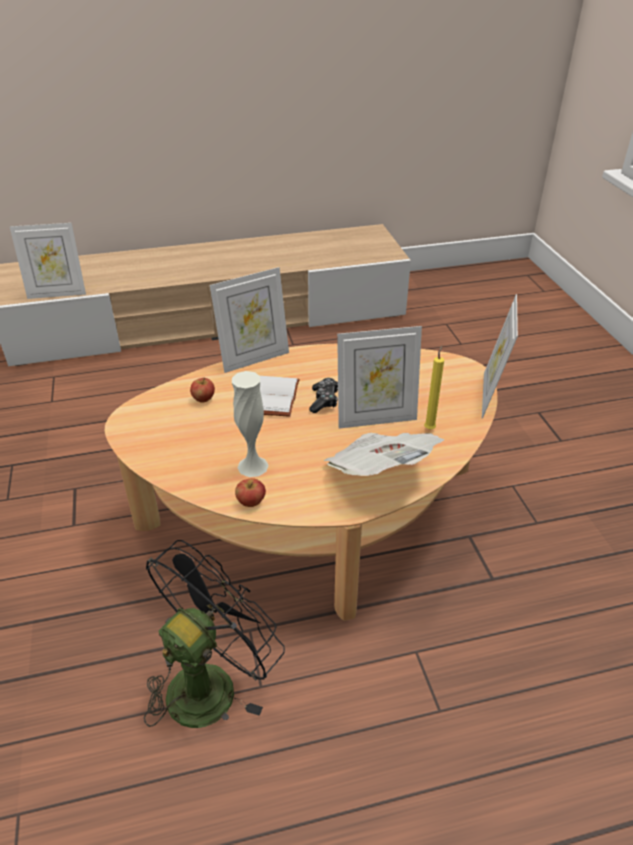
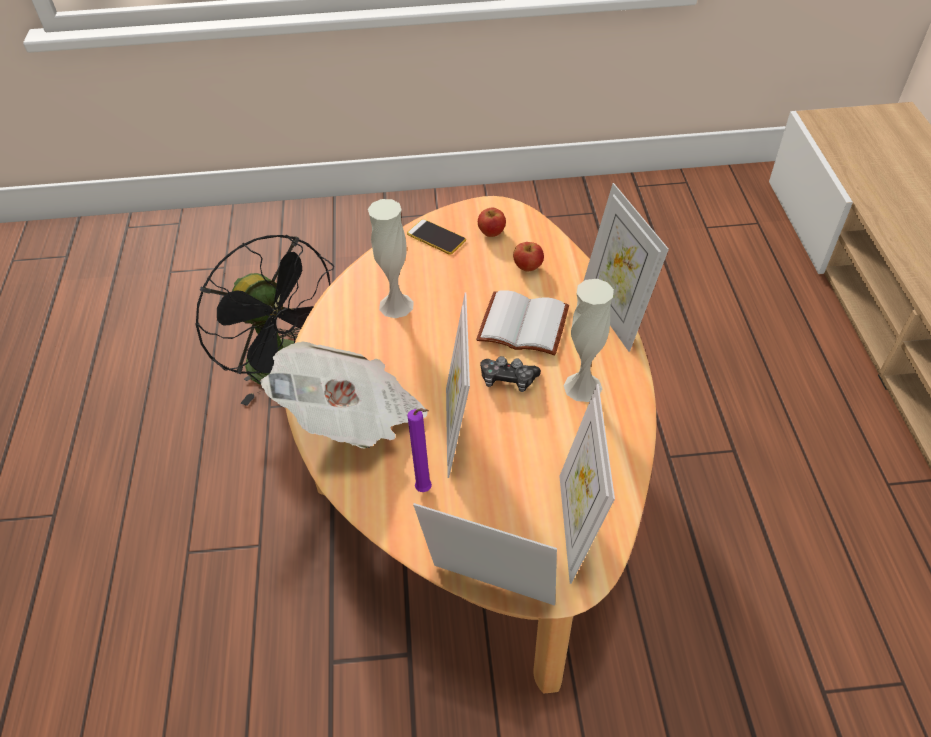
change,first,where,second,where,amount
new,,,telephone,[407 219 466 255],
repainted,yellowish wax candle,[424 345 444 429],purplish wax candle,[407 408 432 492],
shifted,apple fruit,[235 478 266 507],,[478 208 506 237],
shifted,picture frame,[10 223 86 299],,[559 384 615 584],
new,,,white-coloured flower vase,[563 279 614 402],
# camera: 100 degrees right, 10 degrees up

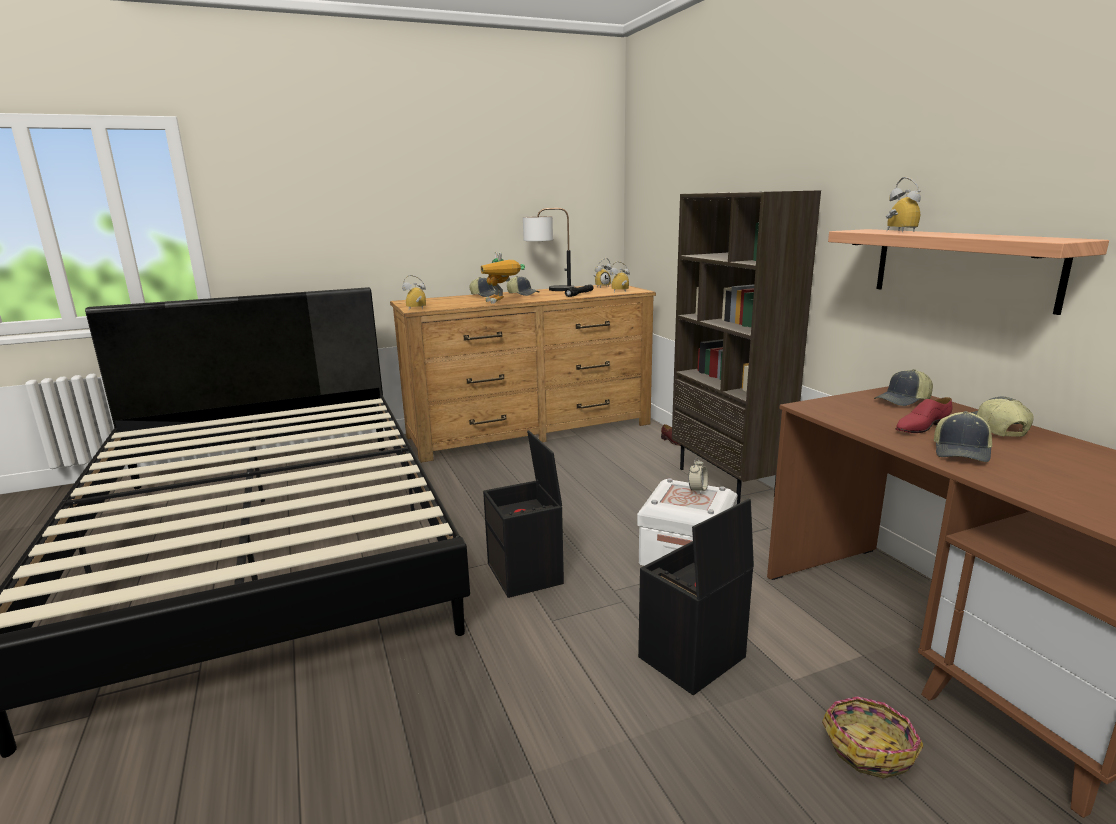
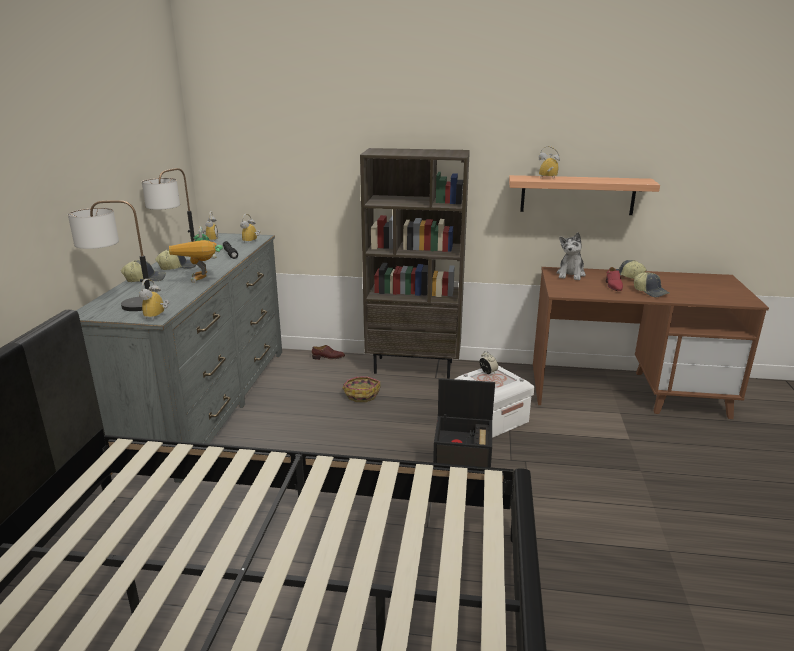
change,first,where,second,where,amount
new,,,tabletop lamp,[68 200 150 311],
repainted,brown dresser,[390 284 656 463],gray dresser,[76 233 282 483],
rotated,robot figure,[481 252 525 304],,[169 226 223 283],75 degrees clockwise
shifted,storage basket,[822 696 923 779],,[342 377 380 402],
swapped,baseball cap,[874 369 933 406],plush toy,[557 232 586 280],
gone,black-coloured storage bin,[638 499 754 695],,,
# camera: 60 degrees left, 5 degrees up

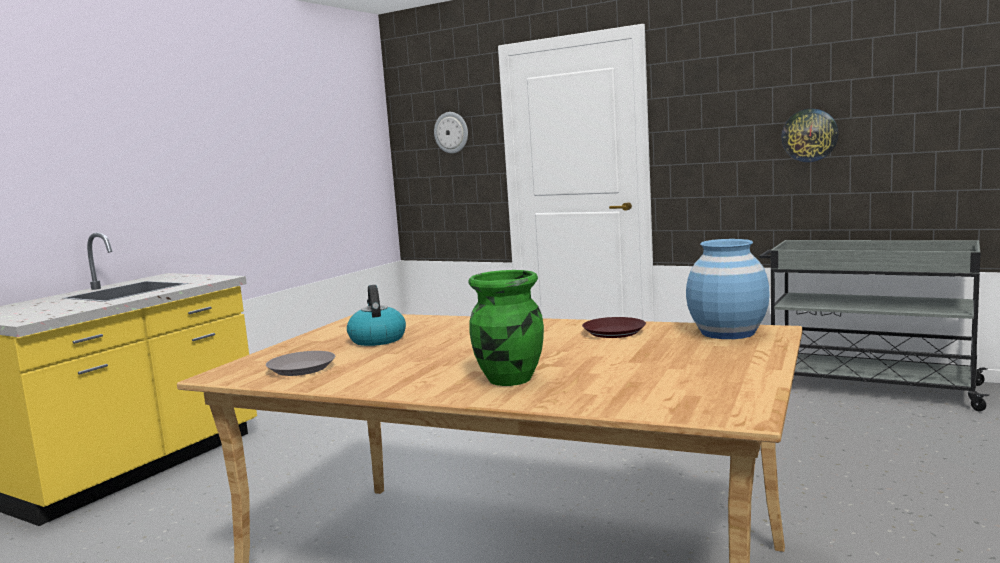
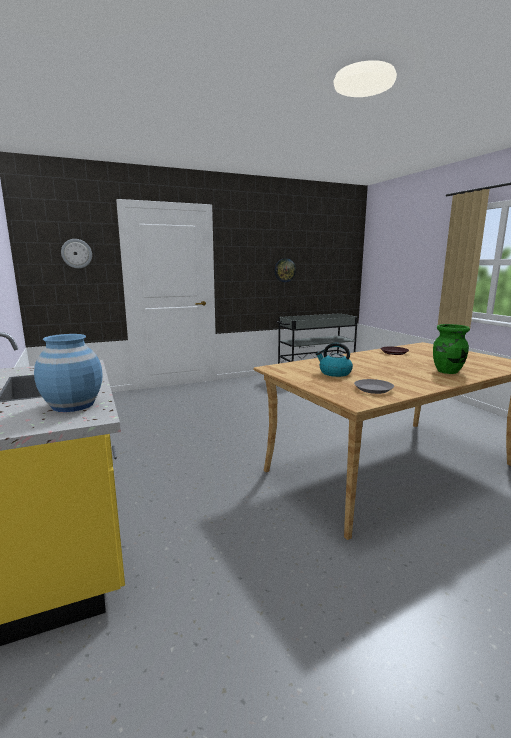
change,first,where,second,where,amount
shifted,bluish flower vase,[686 239 770 339],,[34 334 103 412],
# camera: 55 degrees left, 5 degrees up

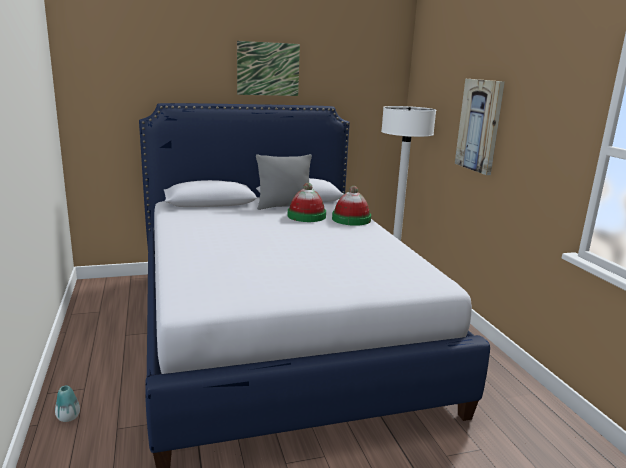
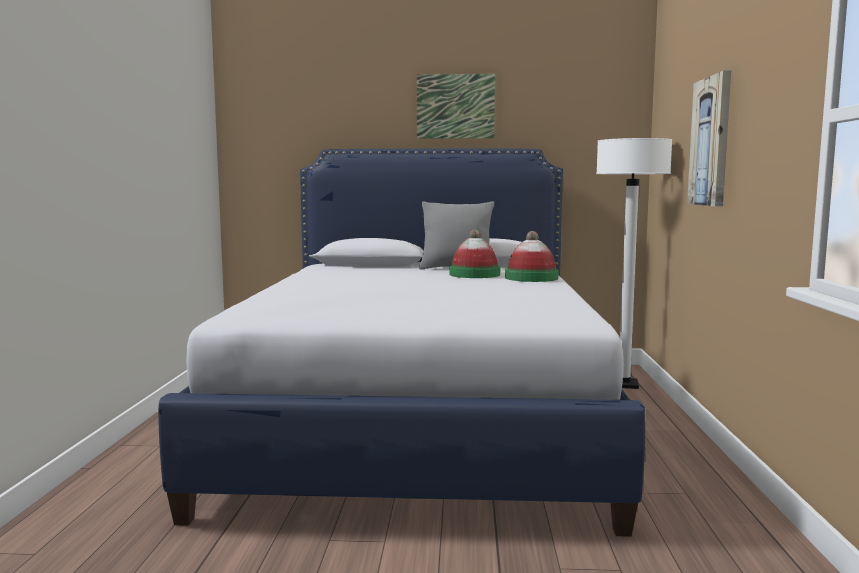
change,first,where,second,where,amount
gone,flower vase,[55 385 80 422],,,
# camera: 20 degrees right, 10 degrees down

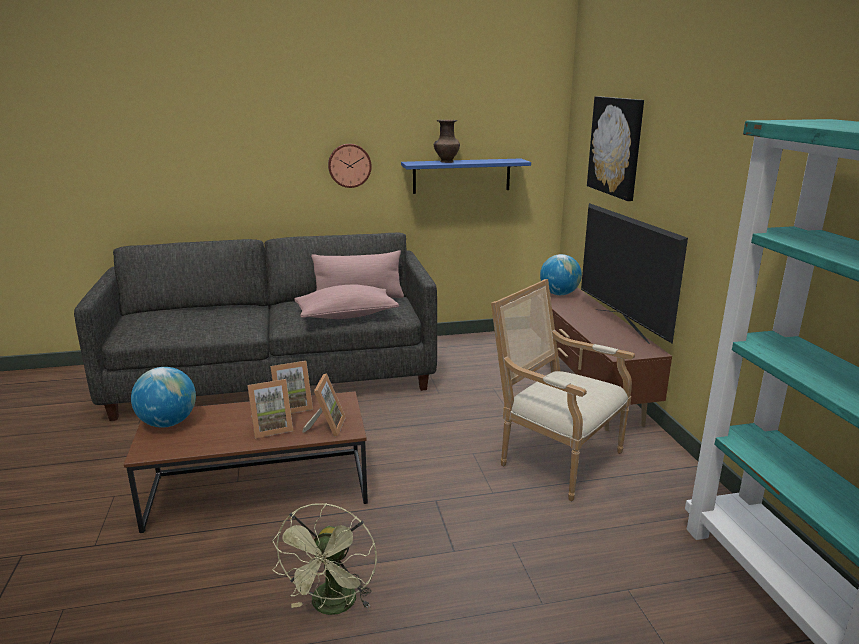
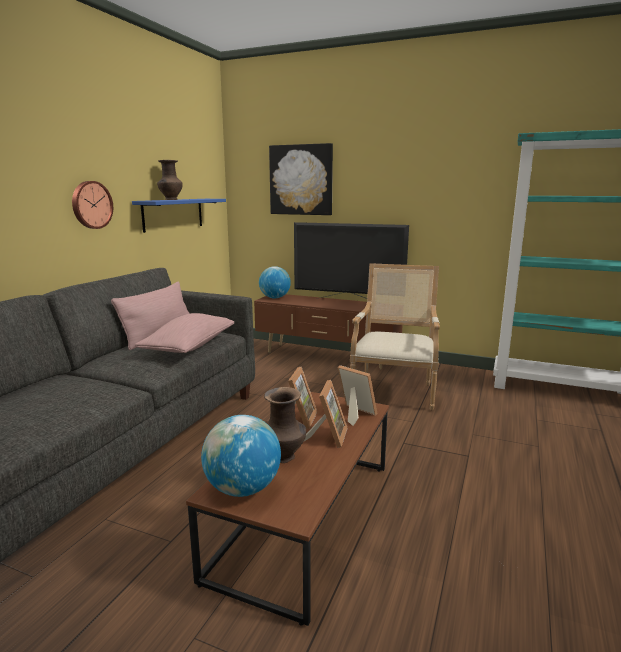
change,first,where,second,where,amount
new,,,brown flower vase,[264 387 306 463],
rotated,armchair,[491 279 635 501],,[350 263 440 411],120 degrees clockwise
gone,green cooling fan,[272 503 377 615],,,
# camera: 55 degrees left, 5 degrees down

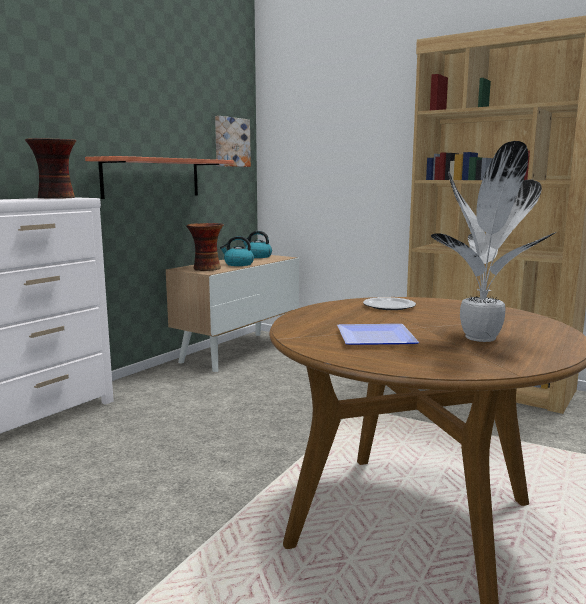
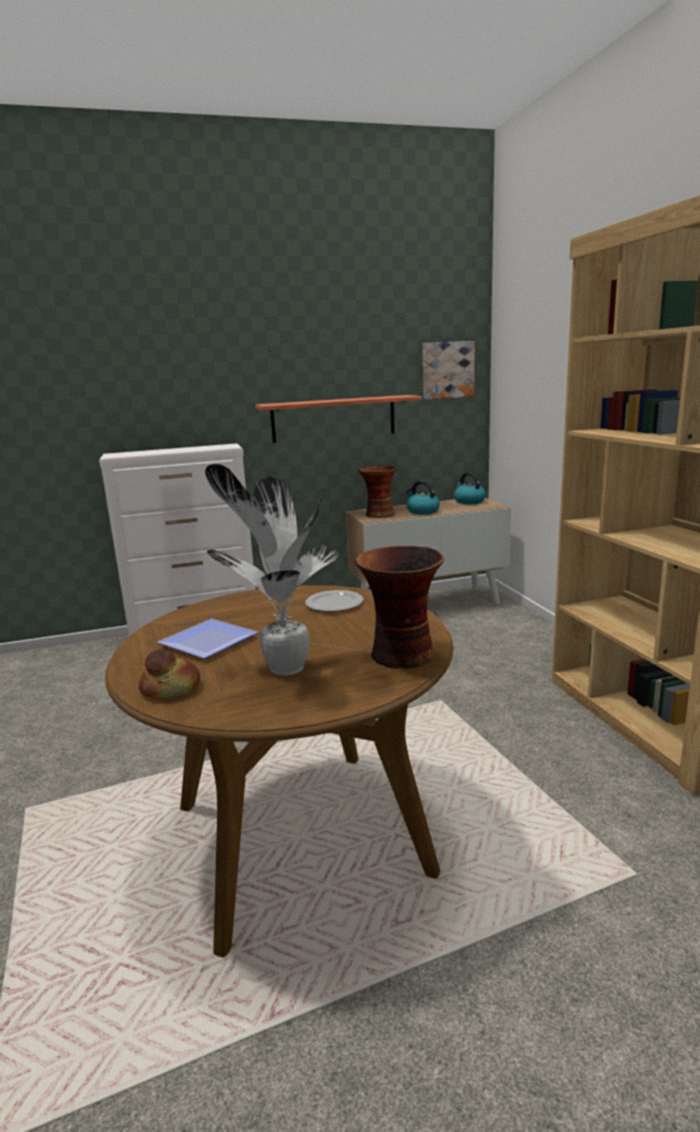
change,first,where,second,where,amount
new,,,bakery bread,[139 649 200 699],
shifted,flower vase,[25 138 76 199],,[355 546 444 669],
# camera: 40 degrees right, 5 degrees up

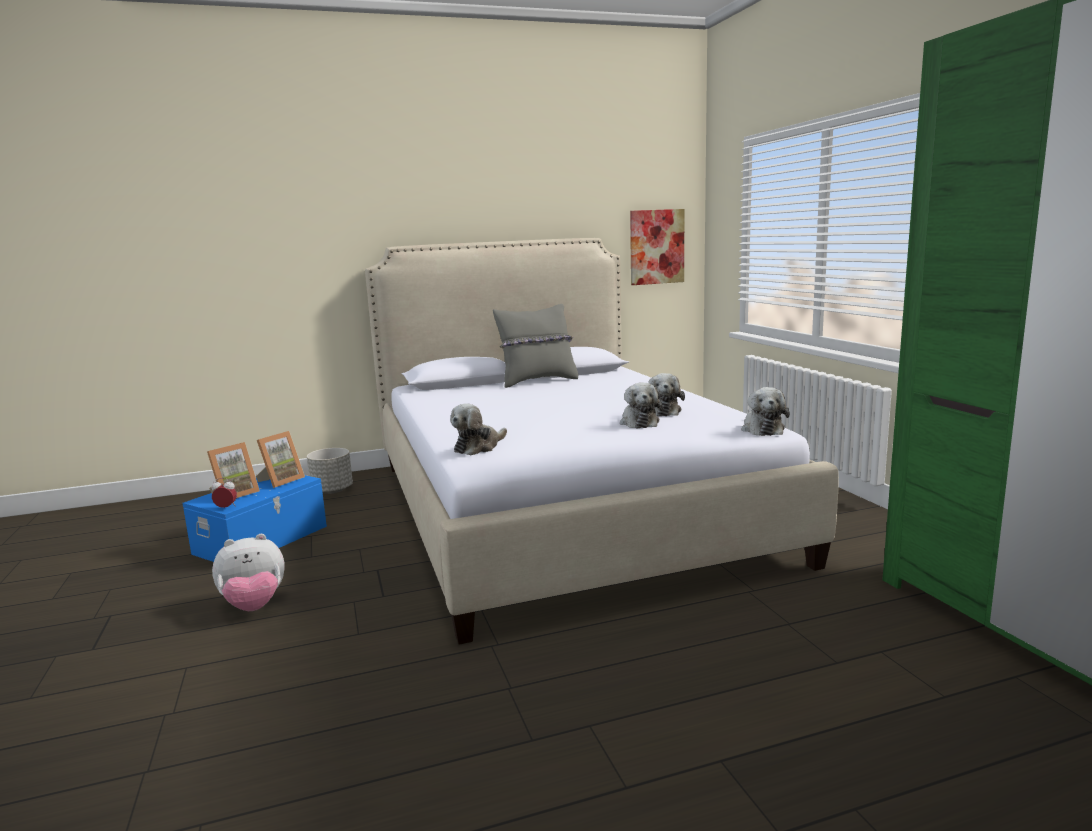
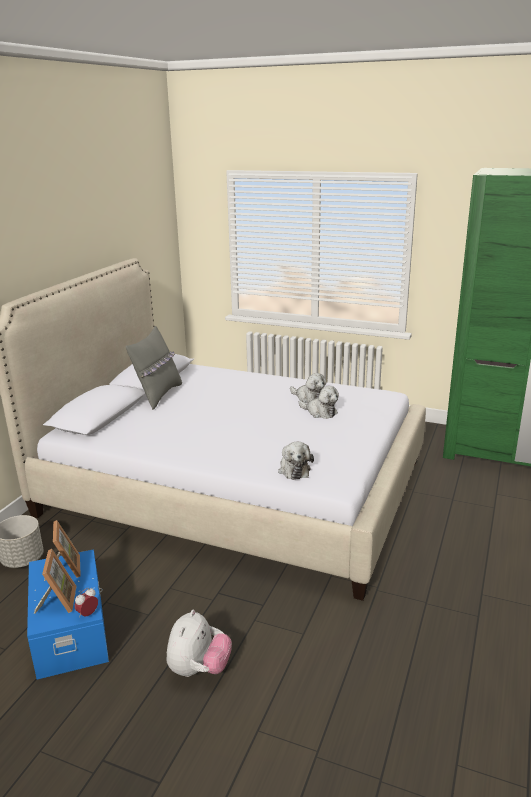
change,first,where,second,where,amount
gone,wall picture,[630 209 684 285],,,
gone,plush toy,[741 387 790 436],,,
# camera: 50 degrees left, 10 degrees up

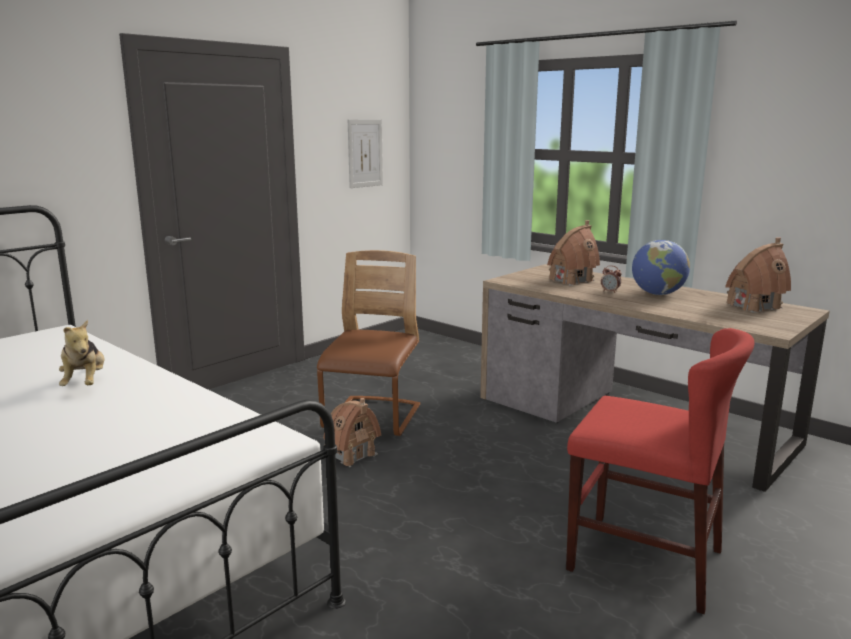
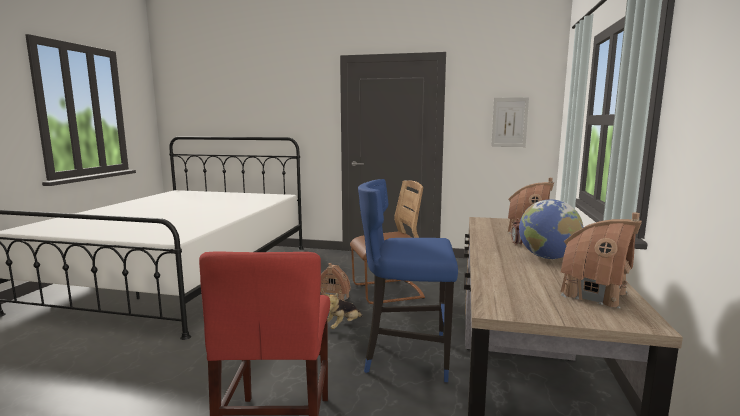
change,first,where,second,where,amount
shifted,plush toy,[59 320 105 386],,[324 293 363 329],
new,,,bluish stool,[358 179 458 382],
# camera: 60 degrees right, 5 degrees down

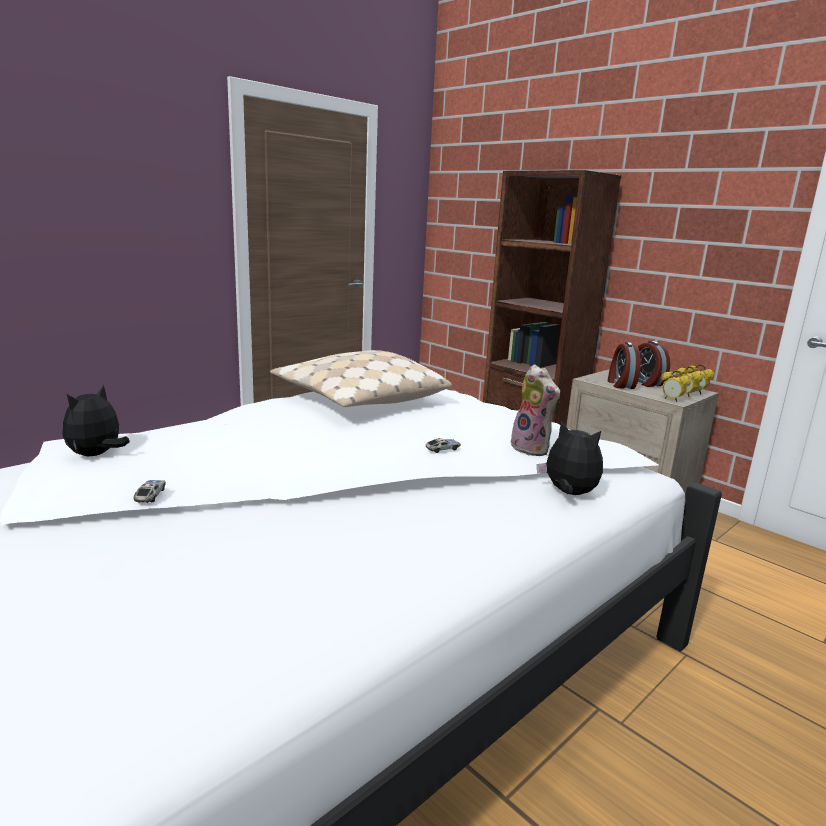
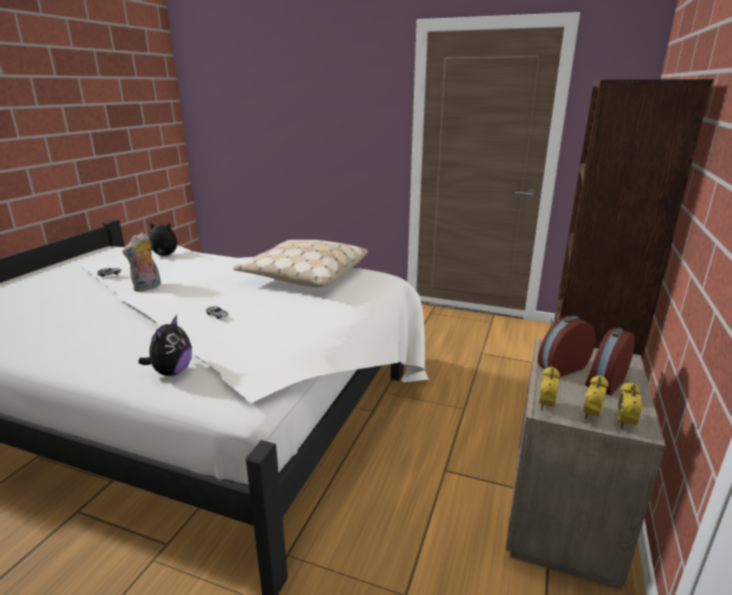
change,first,where,second,where,amount
shifted,plush toy,[506 364 560 456],,[122 233 161 292],
# camera: 65 degrees right, 5 degrees up

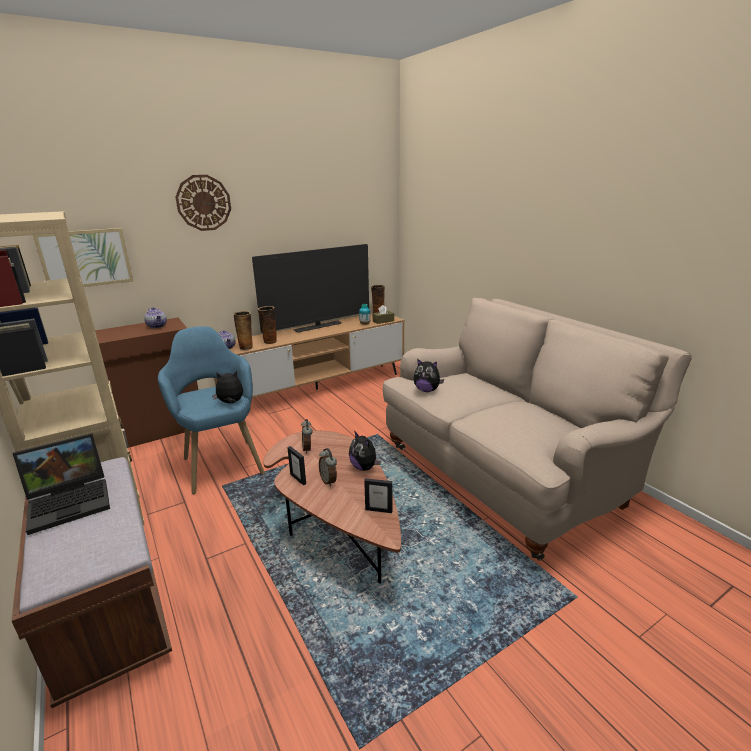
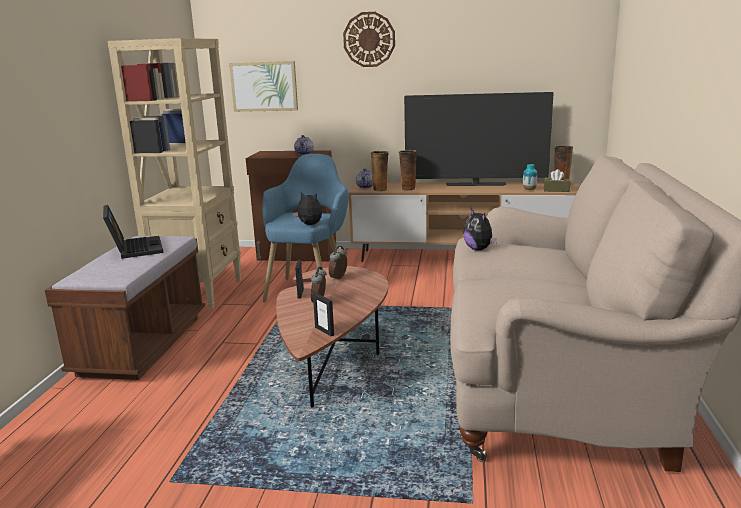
change,first,where,second,where,amount
rotated,portable computer,[13 433 110 535],,[103 205 163 259],120 degrees counterclockwise
gone,plush toy,[349 432 381 471],,,
# camera: 40 degrees right, 5 degrees down

